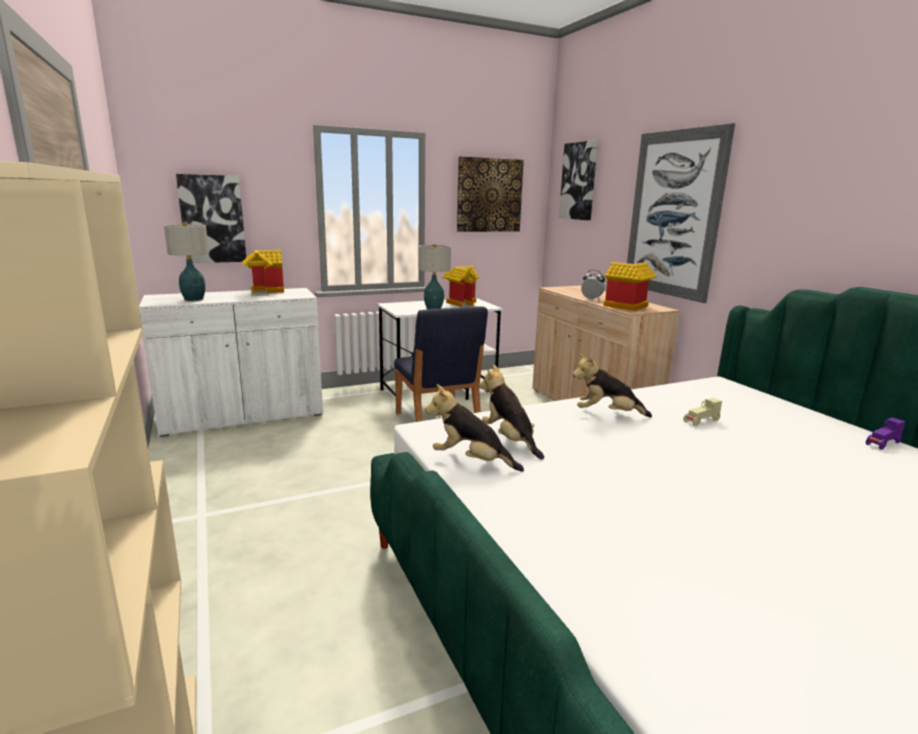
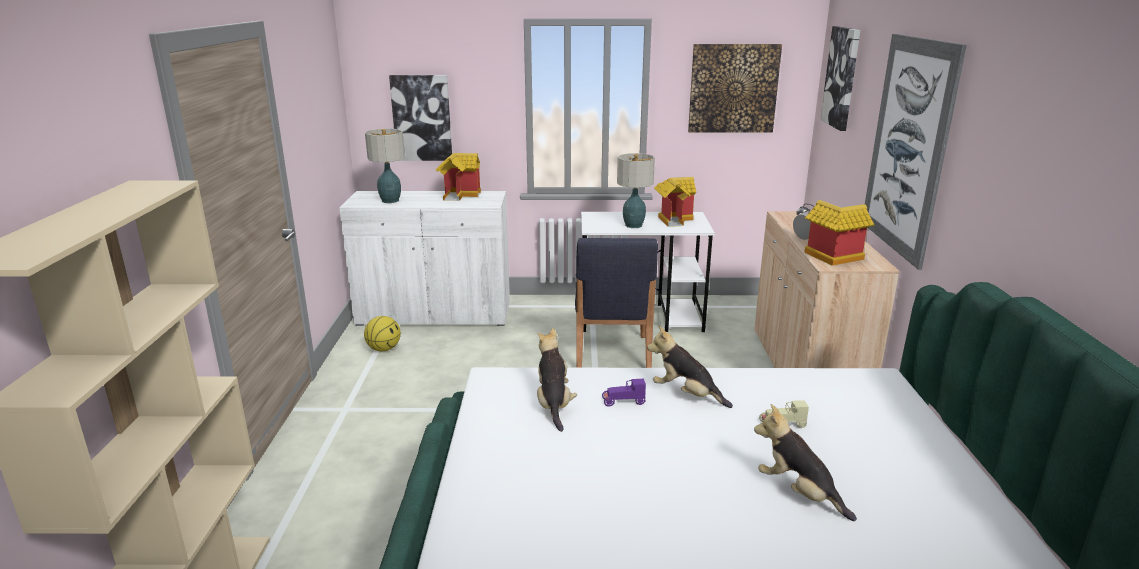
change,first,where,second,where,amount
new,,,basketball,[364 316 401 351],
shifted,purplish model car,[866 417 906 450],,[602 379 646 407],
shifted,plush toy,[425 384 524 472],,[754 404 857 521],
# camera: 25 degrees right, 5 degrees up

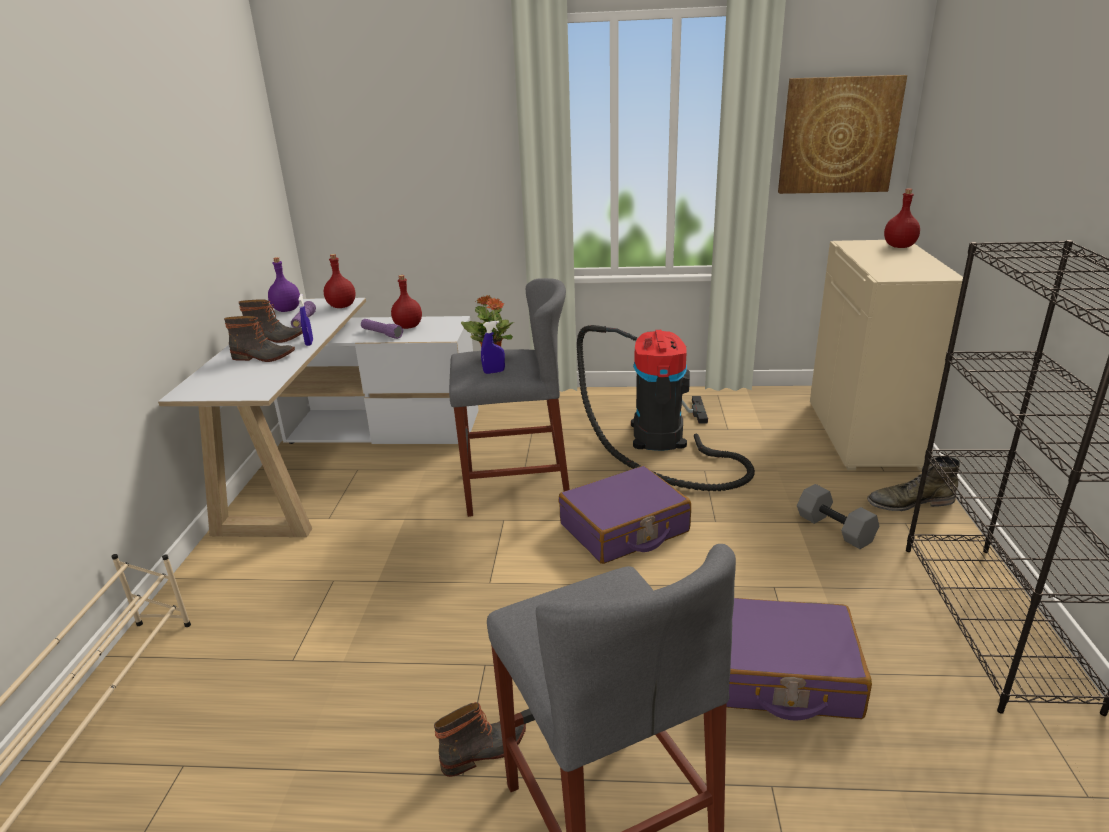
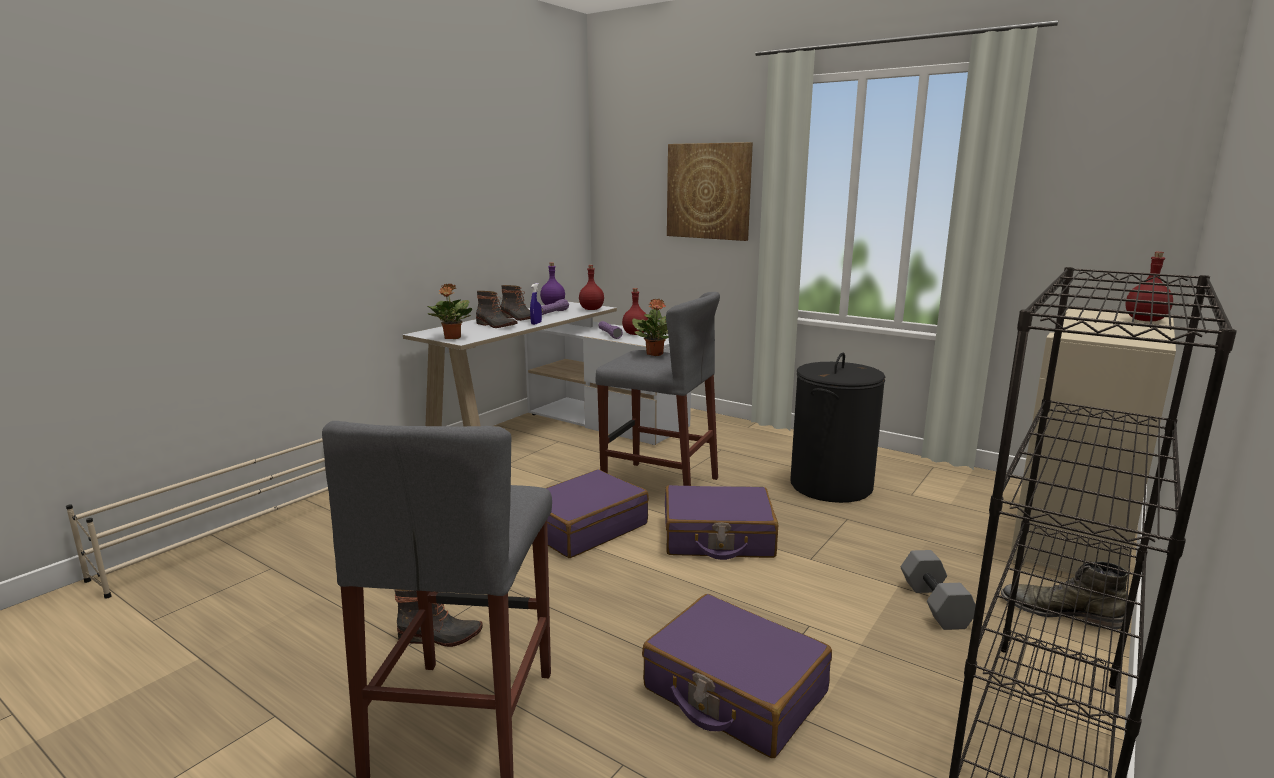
change,first,where,second,where,amount
new,,,potted plant,[428 284 472 339],
new,,,purplish suitcase,[546 470 649 558],
shifted,wall picture,[778 75 907 194],,[667 142 753 241],
swapped,vacuum,[577 325 755 491],black-coloured hamper,[790 353 885 503],
gone,bluish spray bottle,[481 321 505 374],,,
# camera: 30 degrees right, 10 degrees down

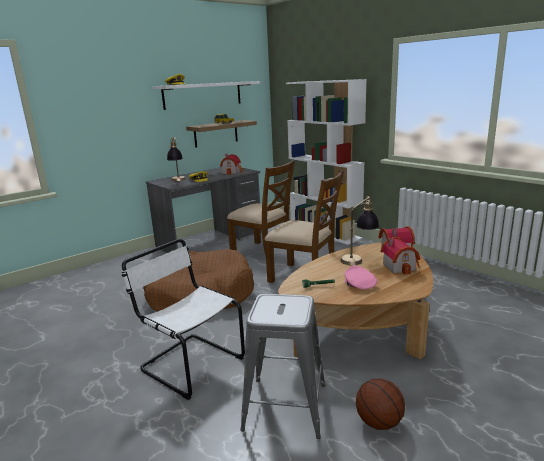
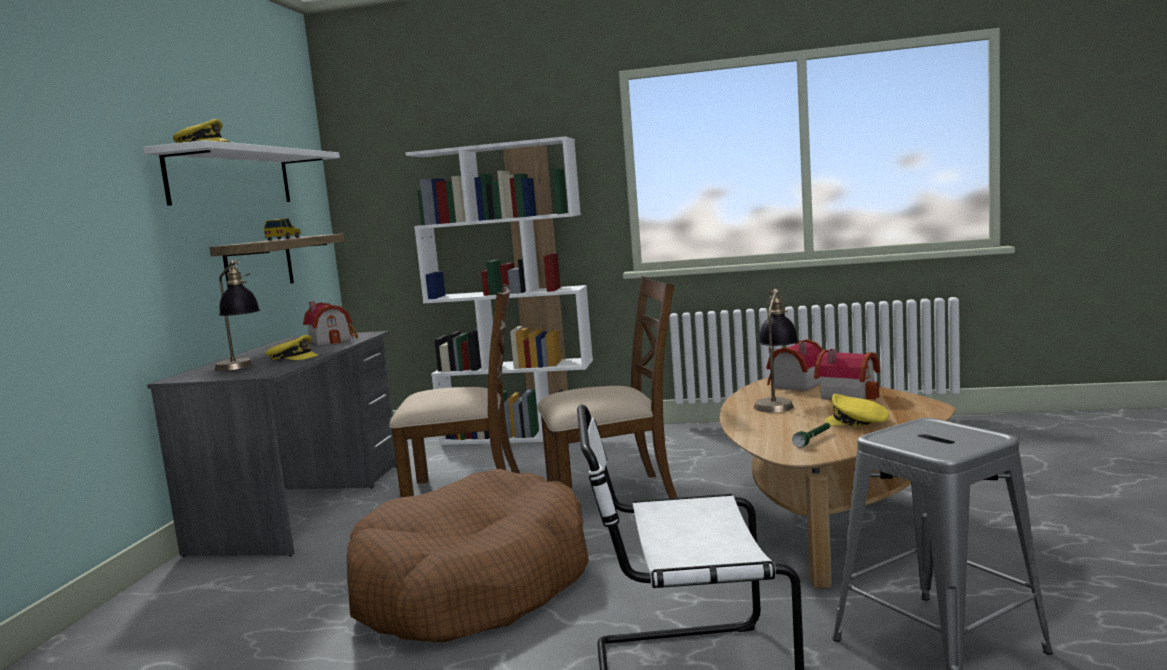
change,first,where,second,where,amount
repainted,pinkish baseball cap,[345 265 377 290],yellowish baseball cap,[824 394 889 427],
gone,basketball,[356 378 405 430],,,
# camera: 40 degrees left, 10 degrees down

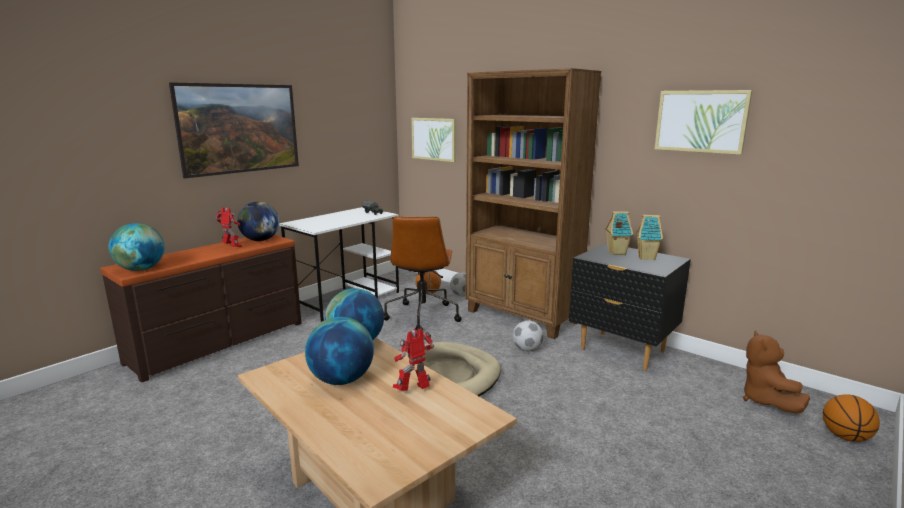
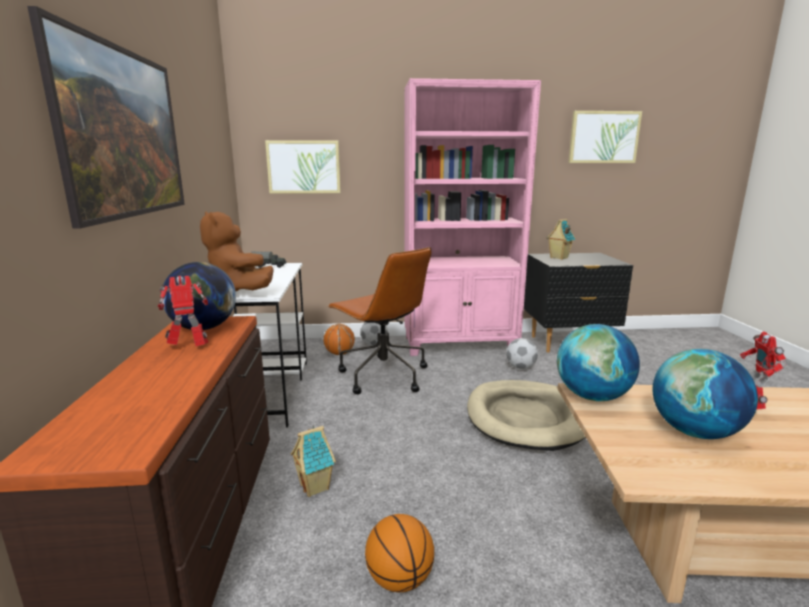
change,first,where,second,where,amount
shifted,brown plush toy,[743 330 810 414],,[200 211 273 291],
shifted,toy house,[636 214 663 260],,[291 425 336 497],
shifted,basketball,[823 394 880 442],,[365 514 434 592],
repainted,brown bookshelf,[466 68 601 339],pinkish bookshelf,[404 78 541 356],
gone,world globe,[108 223 164 271],,,
# camera: 45 degrees left, 0 degrees up

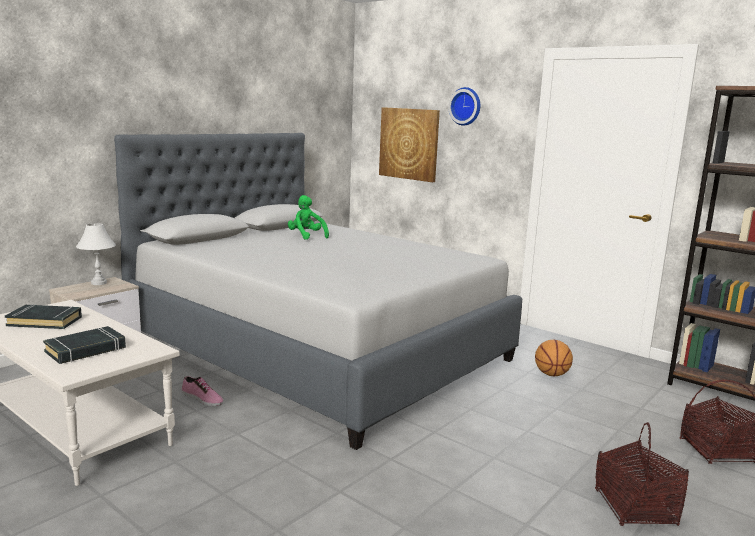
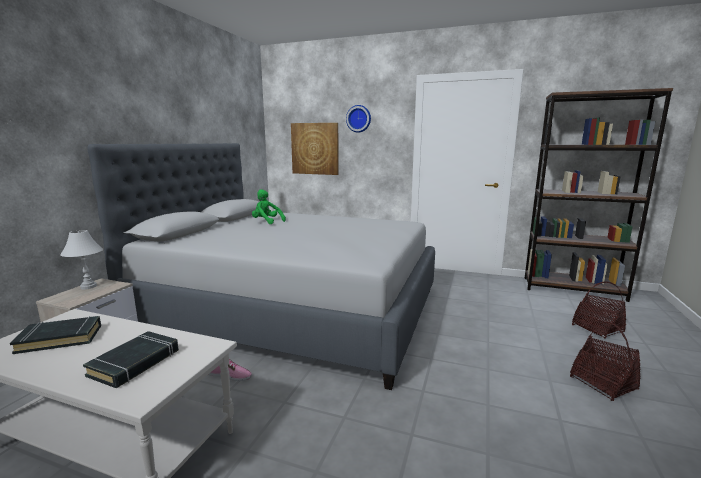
change,first,where,second,where,amount
gone,basketball,[535 340 573 376],,,
# camera: 20 degrees left, 0 degrees up

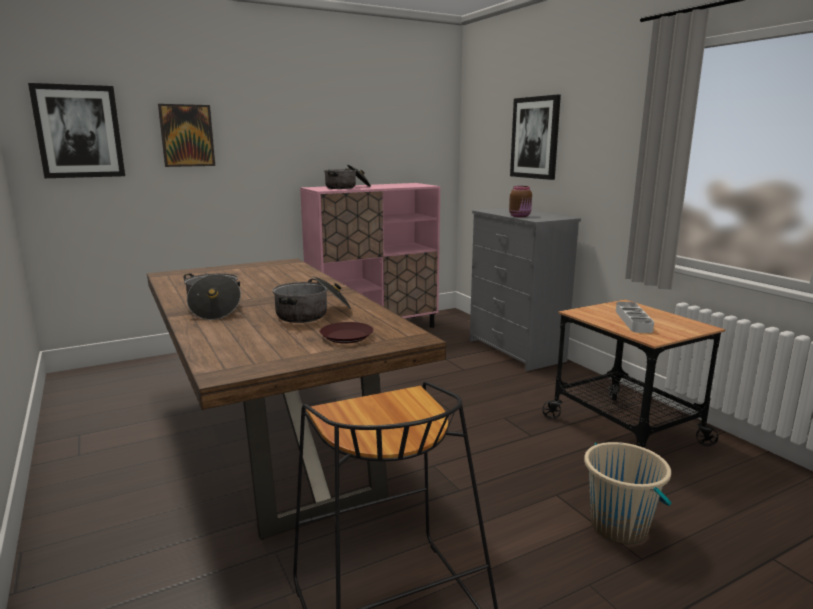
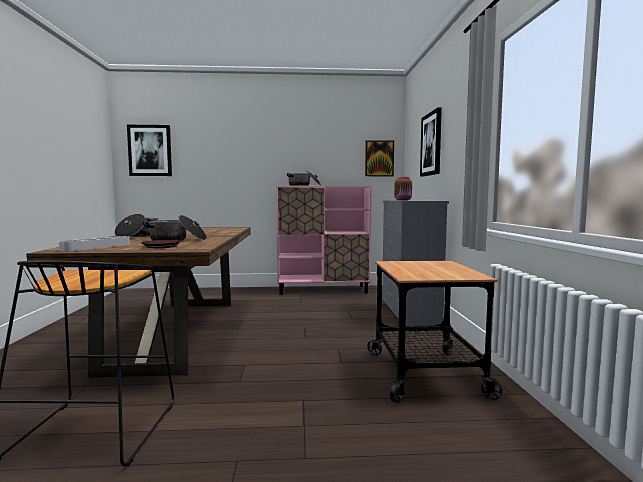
change,first,where,second,where,amount
shifted,gray carrying tray,[616 302 654 333],,[59 236 130 252],
shifted,wall picture,[158 104 215 167],,[365 140 394 176],
gone,beige pail,[584 442 672 544],,,
# camera: 25 degrees right, 10 degrees down

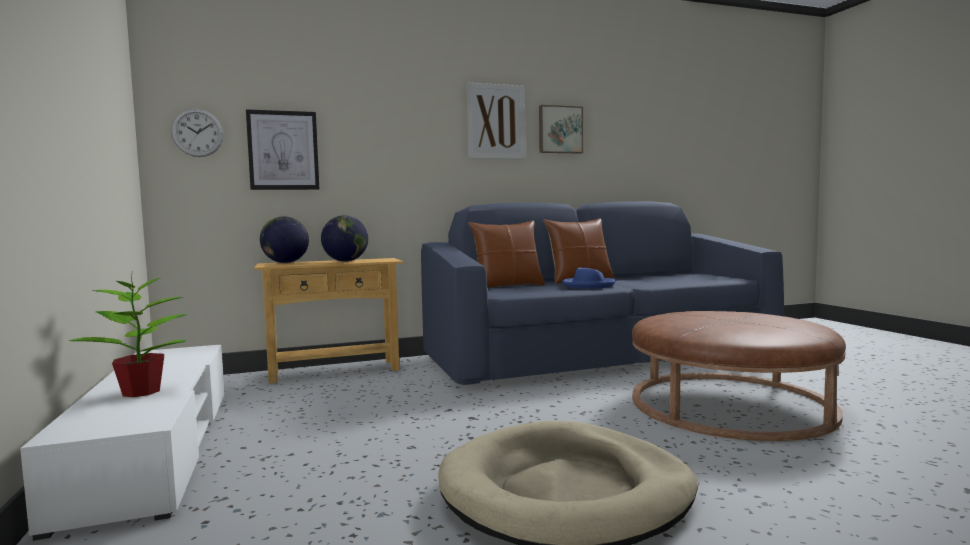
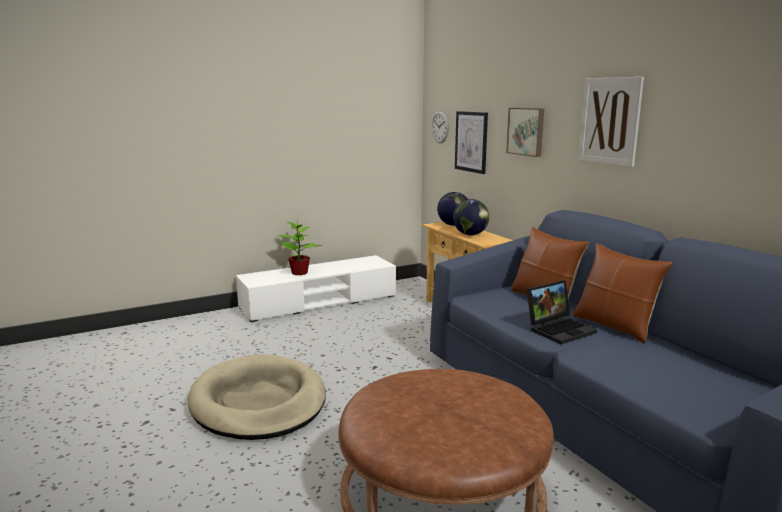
change,first,where,second,where,amount
shifted,wall picture,[539 105 583 154],,[506 108 544 157],
swapped,bluish hat,[562 267 615 289],portable computer,[527 280 597 344],
# camera: 80 degrees right, 10 degrees up

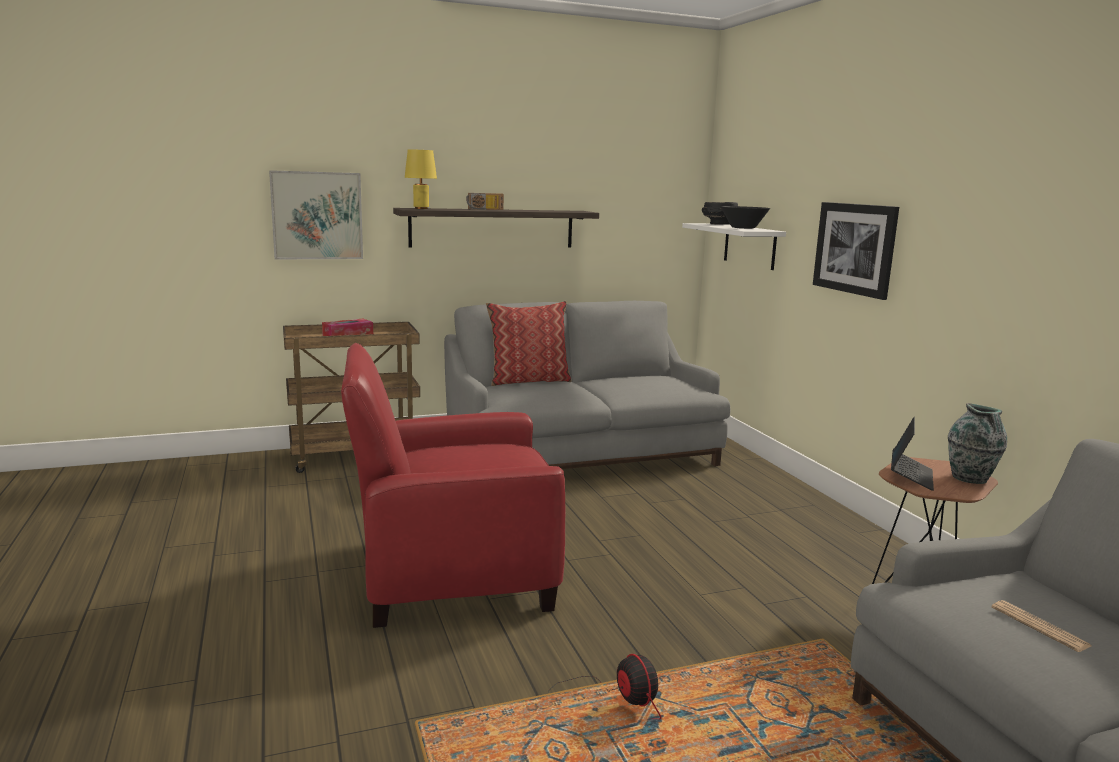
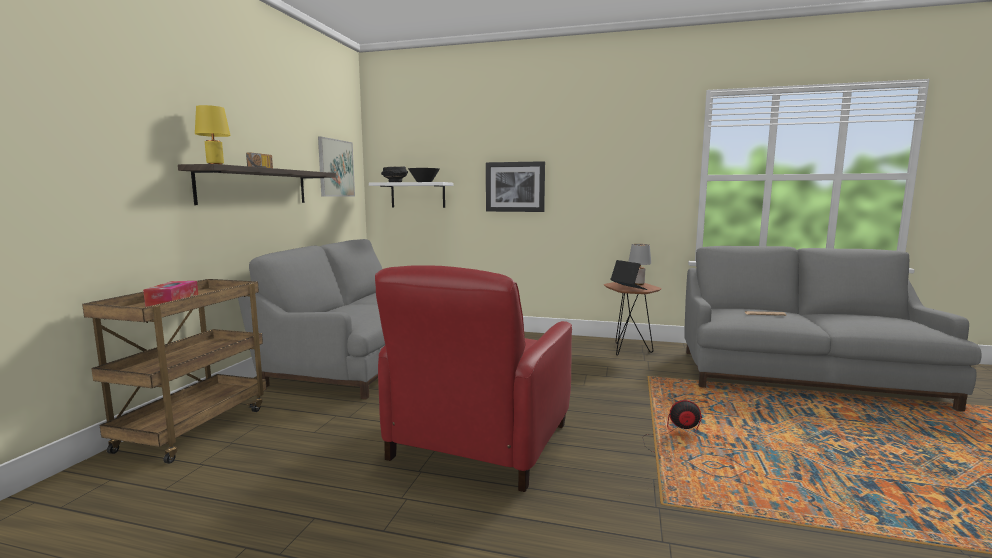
change,first,where,second,where,amount
shifted,wall picture,[269 170 363 259],,[318 136 355 197],
swapped,flower vase,[948 403 1007 484],gray tabletop lamp,[628 244 651 285],
gone,pillow,[486 301 572 386],,,
# camera: 55 degrees left, 5 degrees down

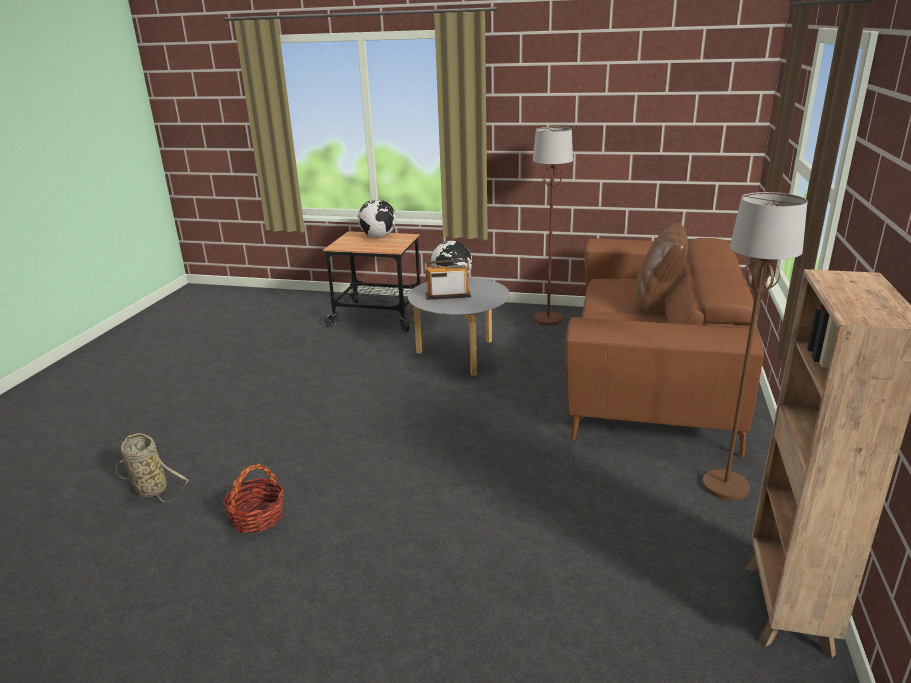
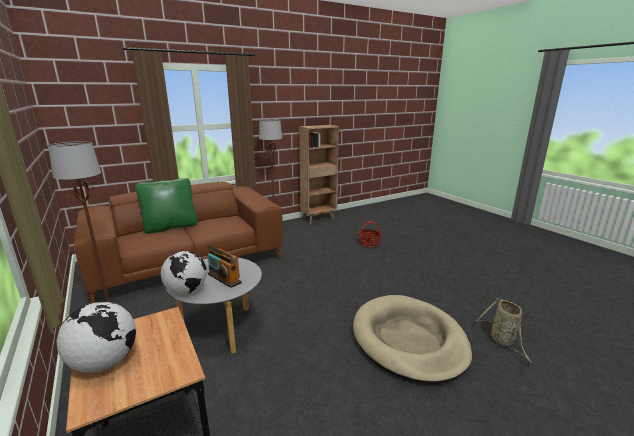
change,first,where,second,where,amount
repainted,brown pillow,[636 222 688 315],green pillow,[135 178 198 234],
new,,,beige pet bed,[353 295 472 384],
shifted,storage basket,[223 463 284 533],,[358 221 381 247],
# camera: 135 degrees left, 5 degrees down

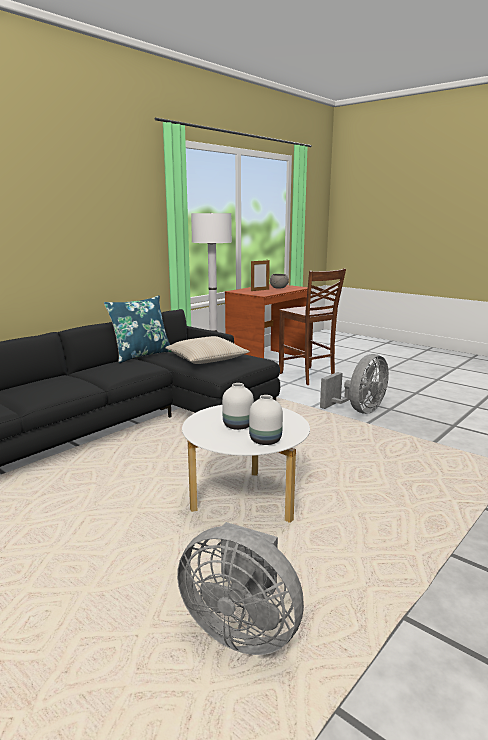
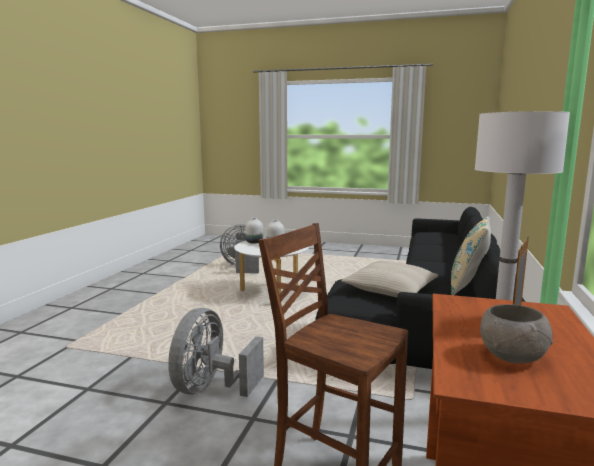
change,first,where,second,where,amount
repainted,bluish pillow,[104 295 172 363],beige pillow,[451 216 491 295],
# camera: 155 degrees right, 5 degrees down

